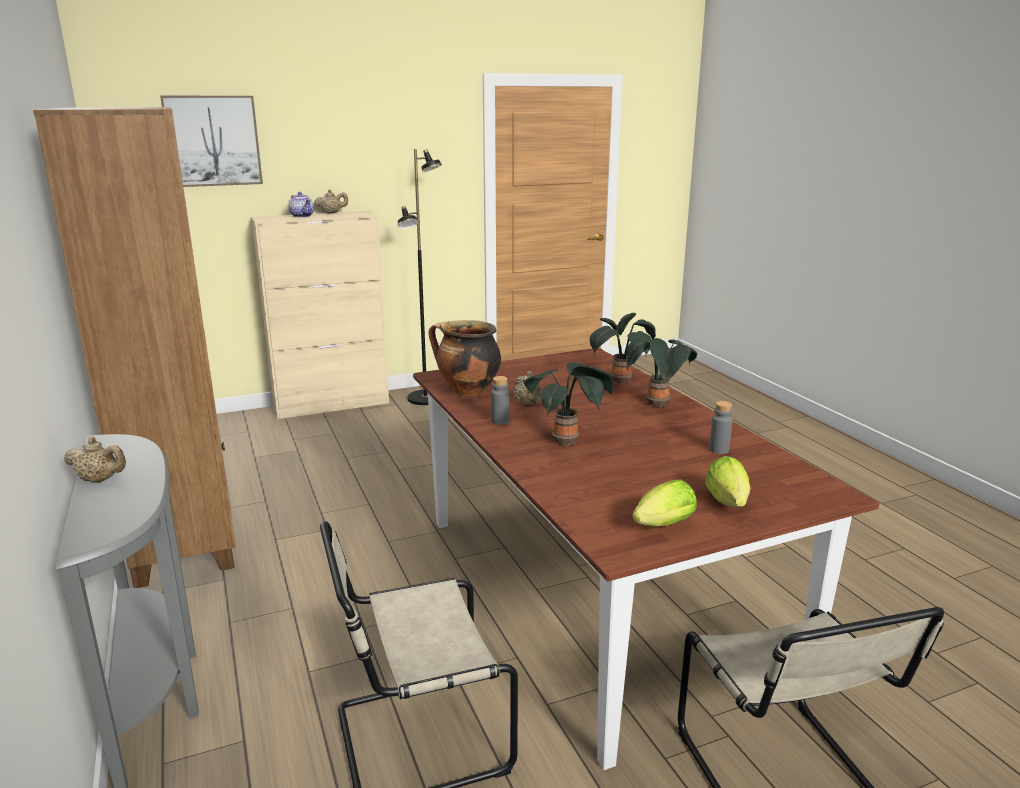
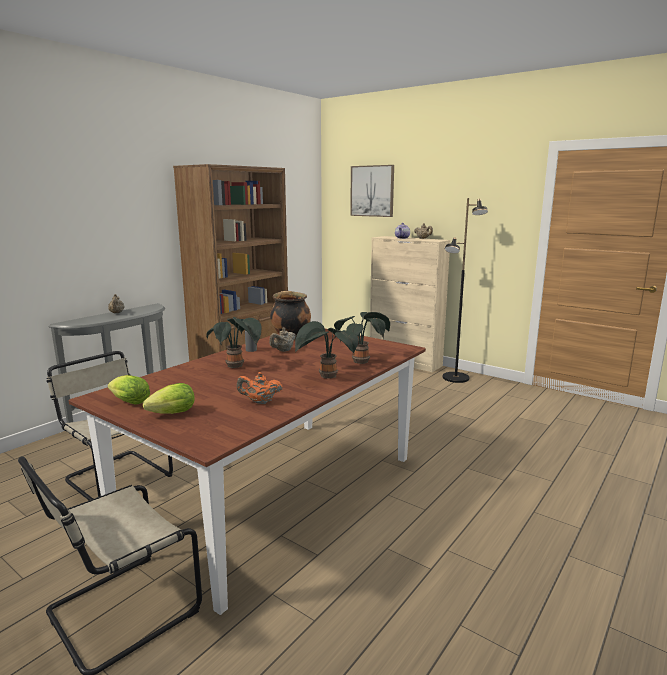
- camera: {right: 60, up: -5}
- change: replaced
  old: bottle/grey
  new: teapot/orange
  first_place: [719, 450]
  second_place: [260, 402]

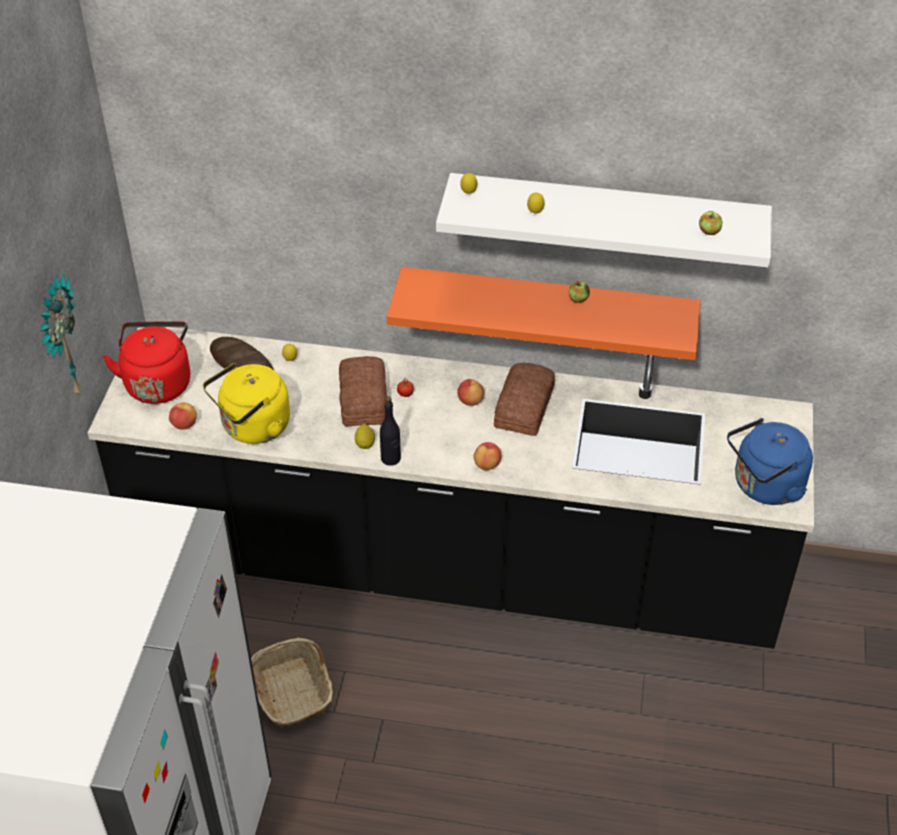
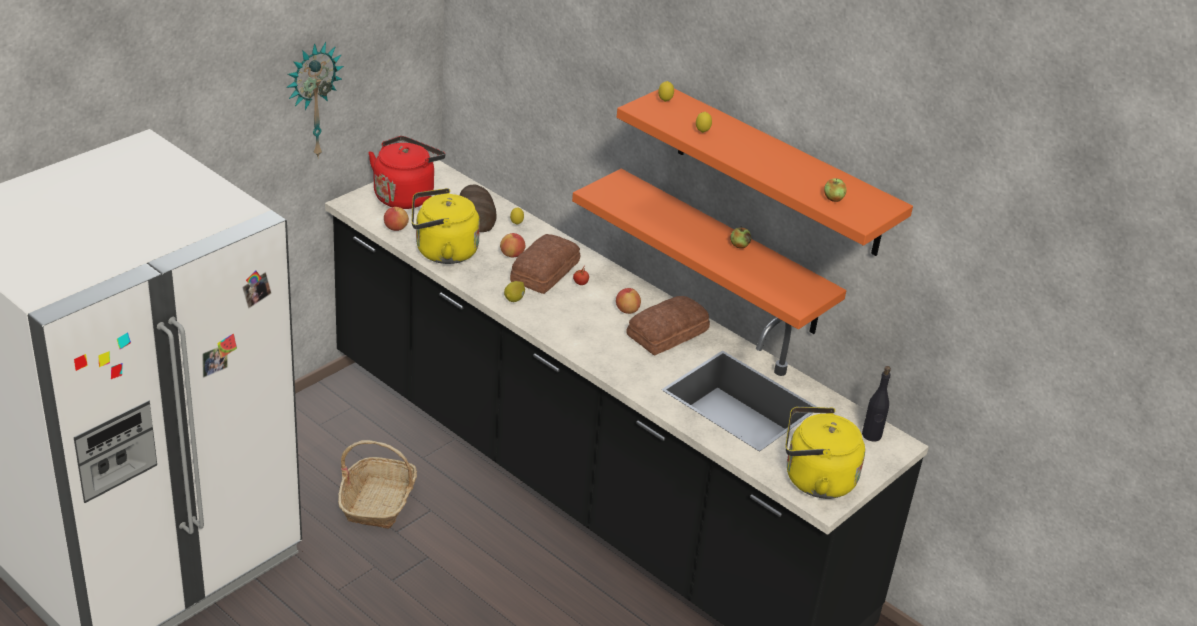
- camera: {right: 30, up: -10}
- change: moved
  old: apple
  first_place: [487, 464]
  second_place: [512, 255]
- change: recoloured
  old: shelf/white
  new: shelf/orange
  first_place: [606, 217]
  second_place: [779, 172]
- change: recoloured
  old: kettle/blue
  new: kettle/yellow
  first_place: [764, 487]
  second_place: [814, 479]
- change: moved
  old: bottle/black
  first_place: [391, 458]
  second_place: [871, 435]

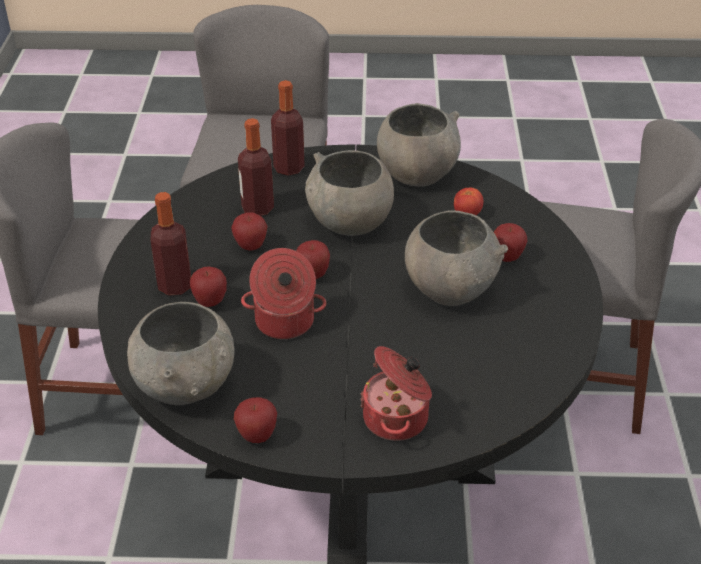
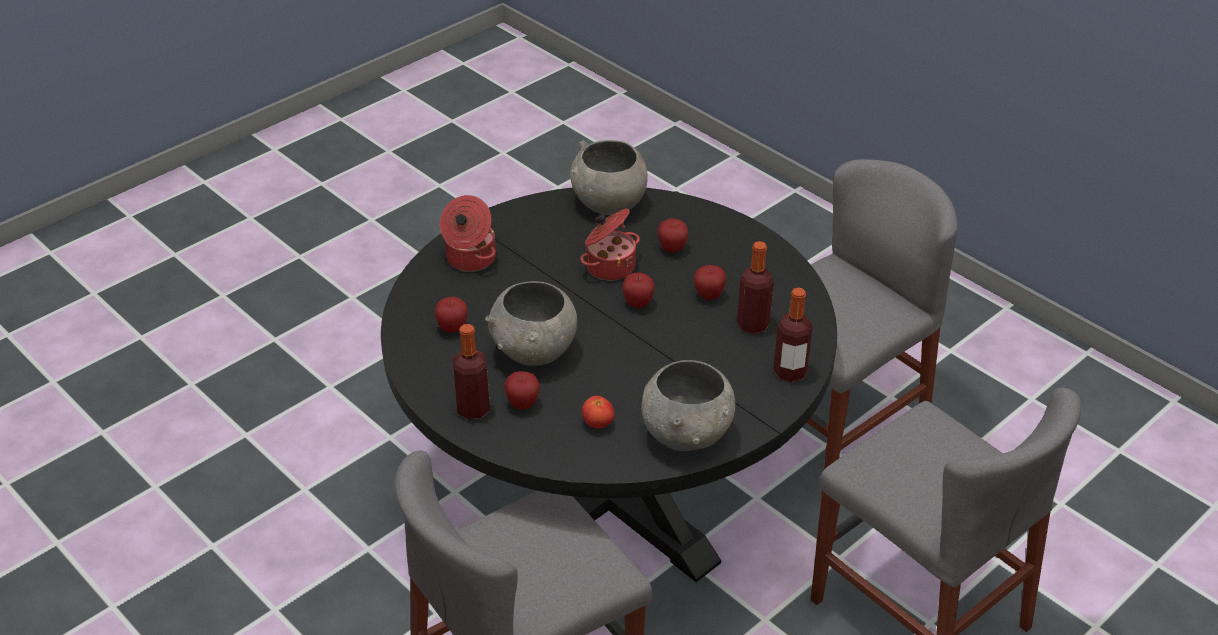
- camera: {right: 135, up: 0}
- change: moved
  old: apple
  first_place: [257, 436]
  second_place: [452, 328]
- change: moved
  old: bottle
  first_place: [175, 286]
  second_place: [473, 409]
- change: removed
  old: bowl/grey
  first_place: [349, 224]

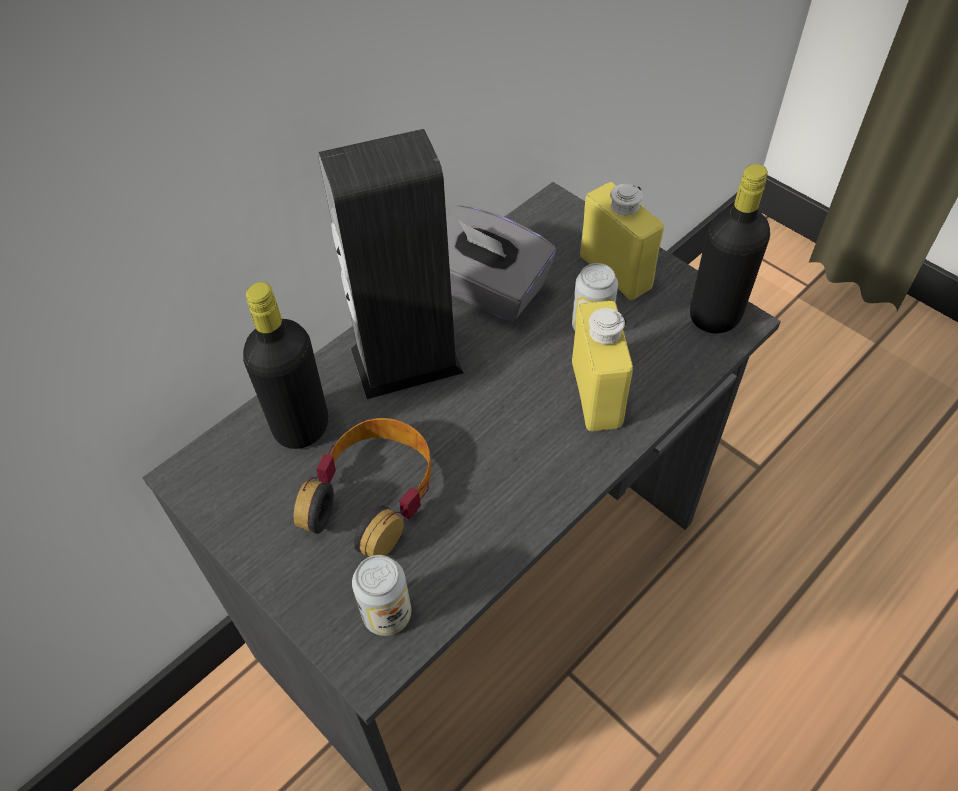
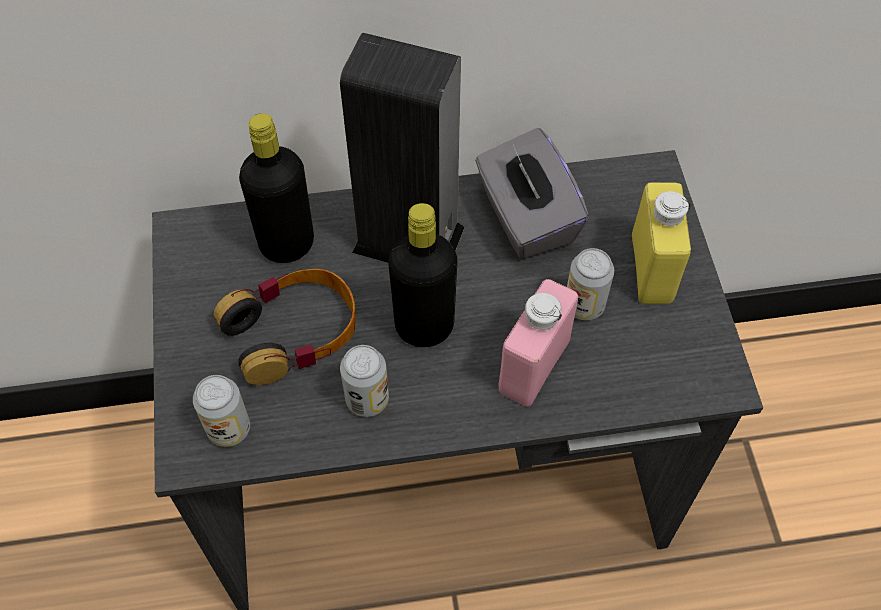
- camera: {right: 35, up: 5}
- change: added
  new: can
  second_place: [367, 399]
- change: moved
  old: bottle/black
  first_place: [714, 316]
  second_place: [424, 326]
- change: recoloured
  old: bottle/yellow
  new: bottle/pink
  first_place: [596, 395]
  second_place: [534, 366]

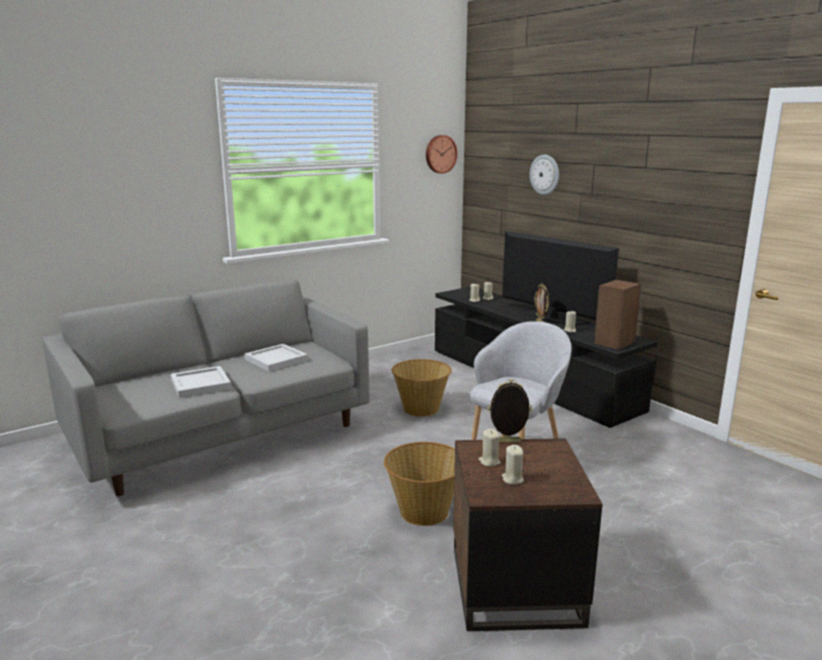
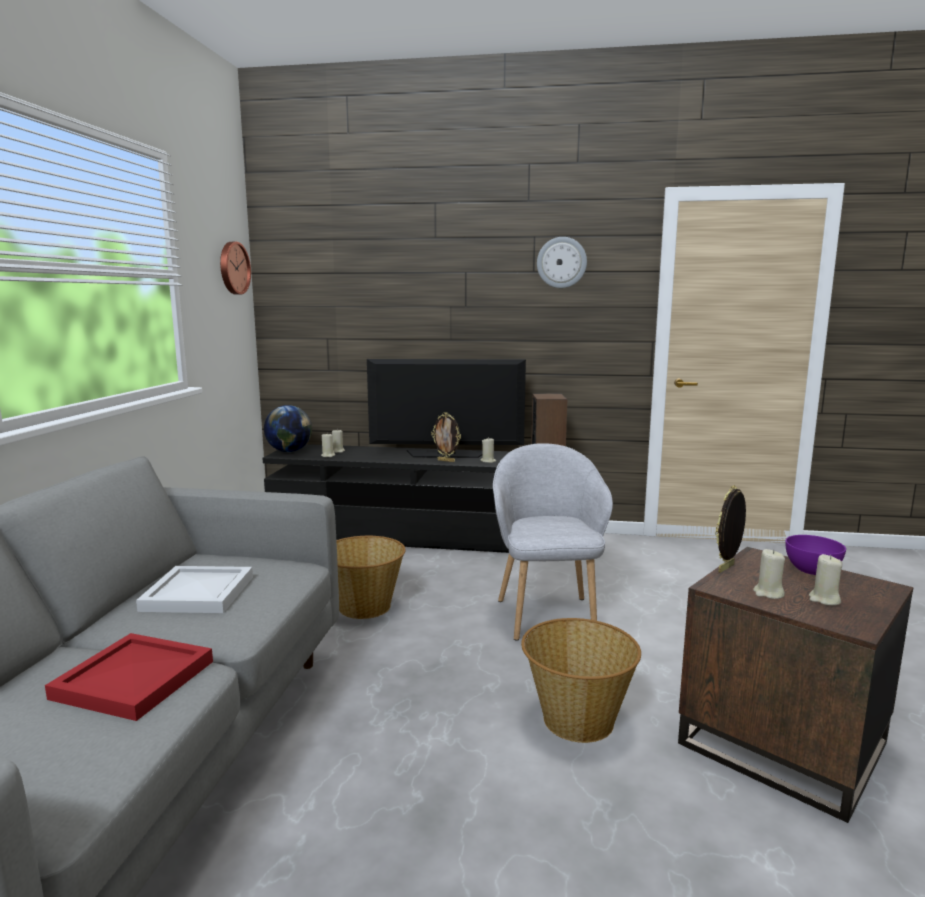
- camera: {right: -45, up: -5}
- change: recoloured
  old: tray/white
  new: tray/red
  first_place: [200, 385]
  second_place: [134, 681]
- change: added
  new: globe
  second_place: [289, 451]
- change: moved
  old: wall clock
  first_place: [545, 174]
  second_place: [561, 262]
- change: added
  new: bowl/purple
  second_place: [811, 571]

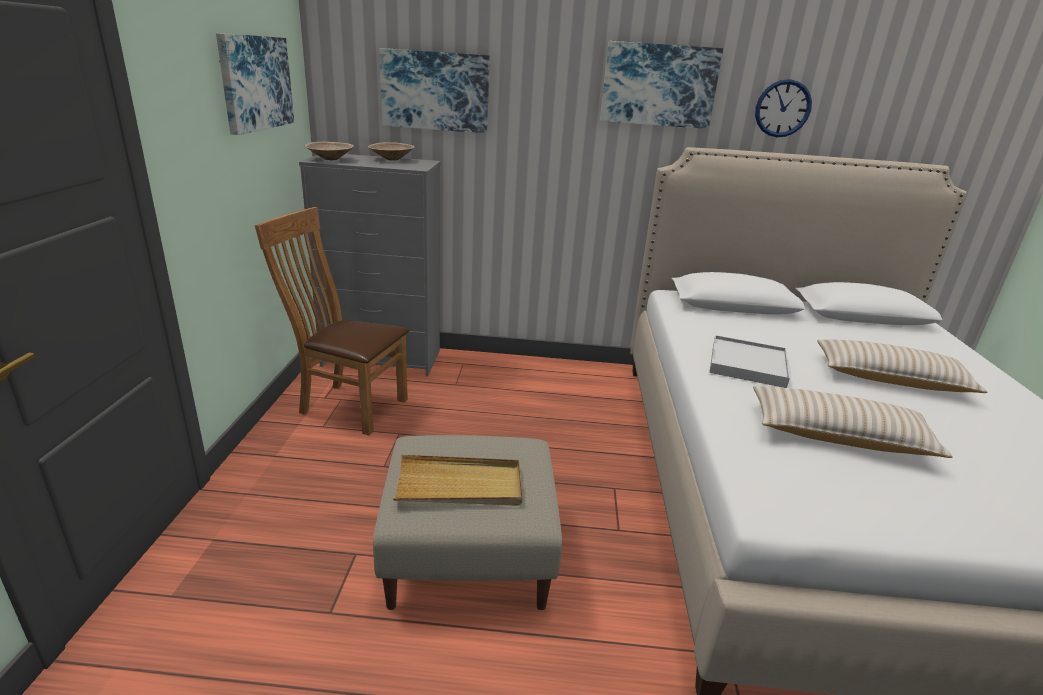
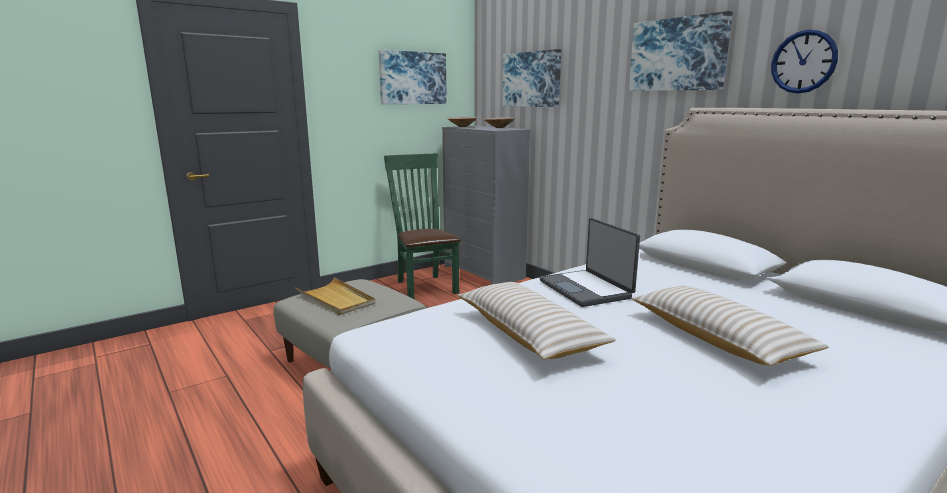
- camera: {right: 50, up: -10}
- change: recoloured
  old: chair/brown
  new: chair/green
  first_place: [348, 405]
  second_place: [424, 286]
- change: replaced
  old: tray/white
  new: laptop
  first_place: [747, 365]
  second_place: [586, 289]

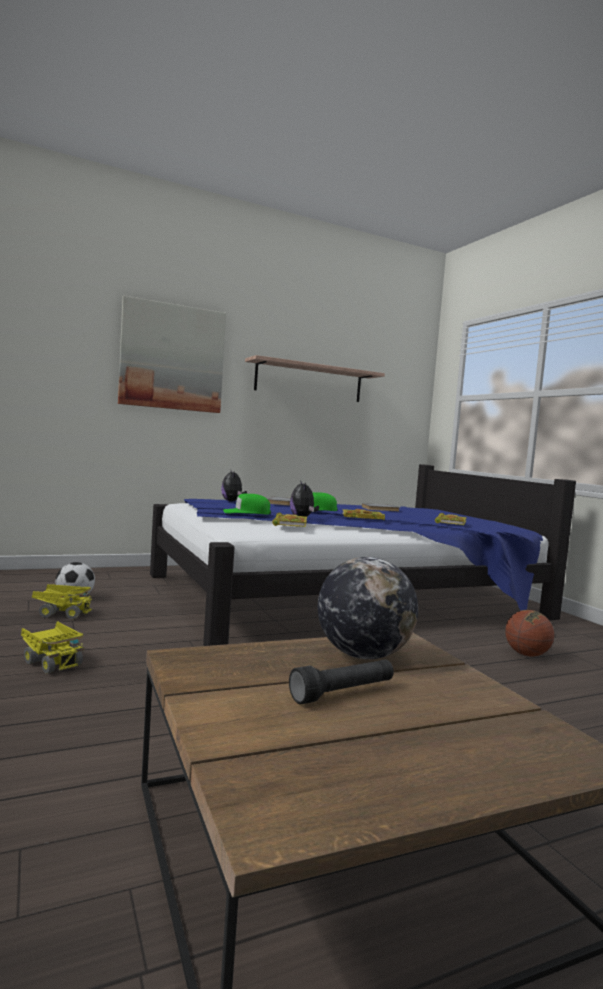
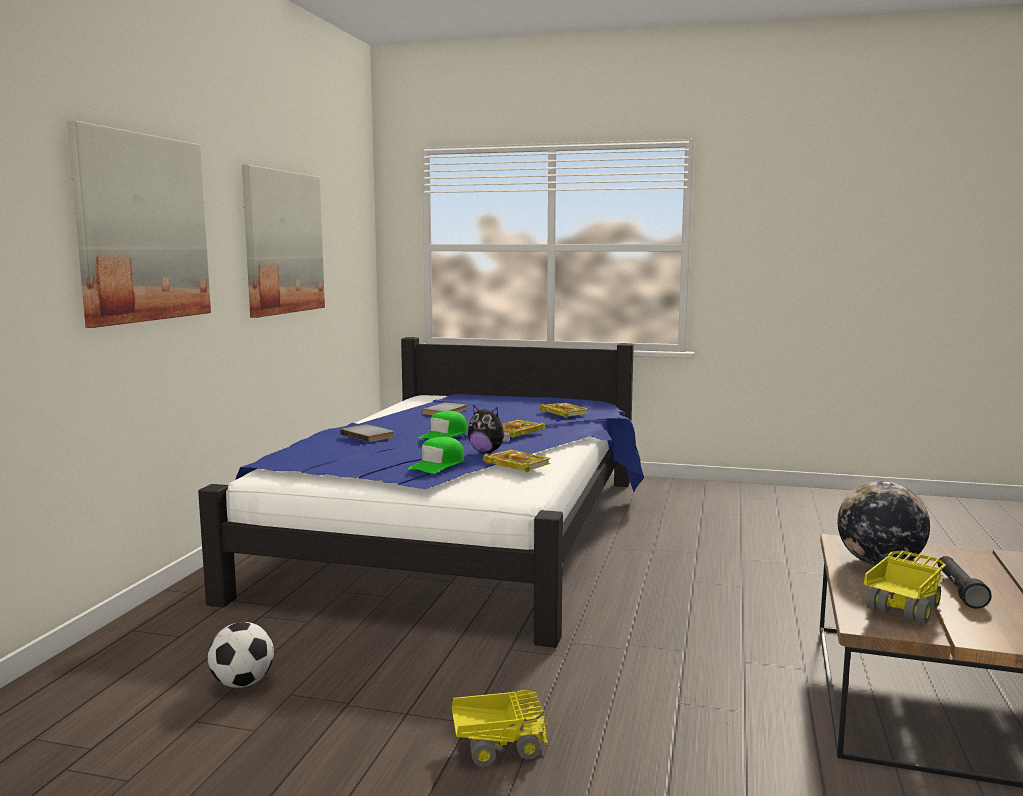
- camera: {right: -50, up: 5}
- change: replaced
  old: shelf
  new: picture
  first_place: [309, 381]
  second_place: [283, 242]
- change: moved
  old: toy truck
  first_place: [62, 613]
  second_place: [902, 609]
- change: removed
  old: plush toy
  first_place: [232, 501]
- change: removed
  old: basketball
  first_place: [526, 654]

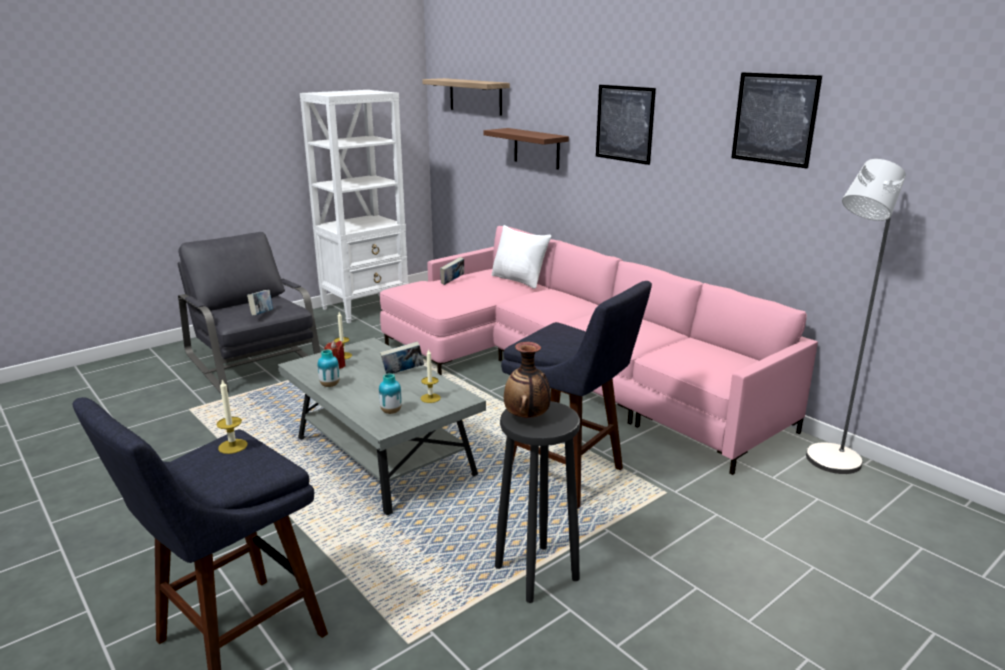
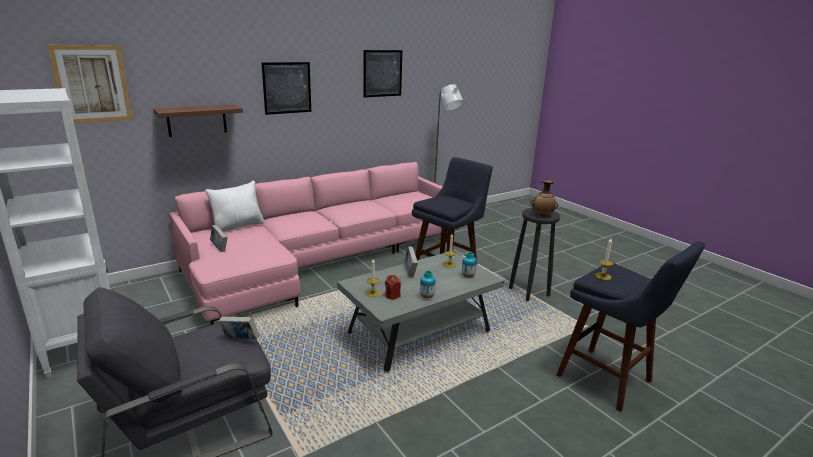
- camera: {right: -85, up: 0}
- change: replaced
  old: shelf
  new: picture
  first_place: [475, 96]
  second_place: [92, 84]

